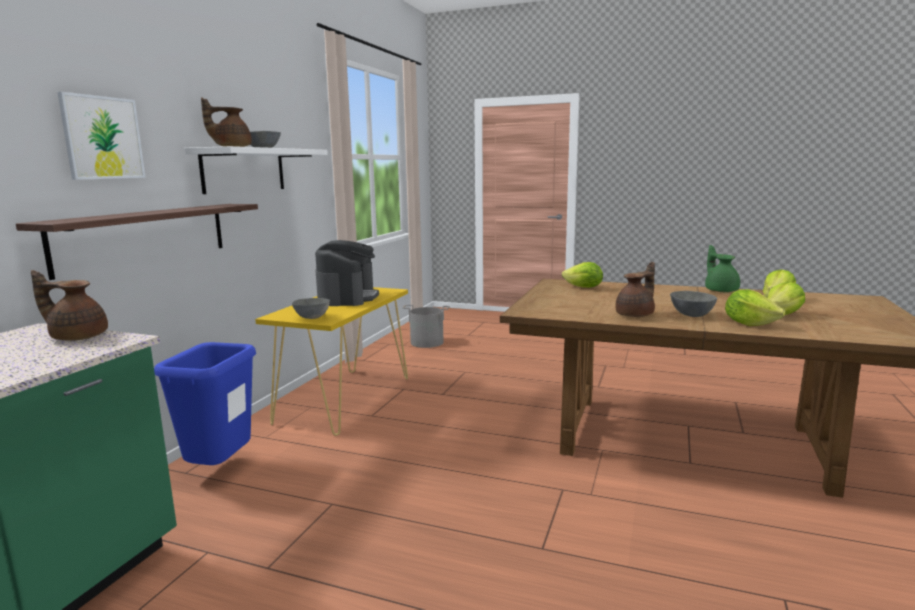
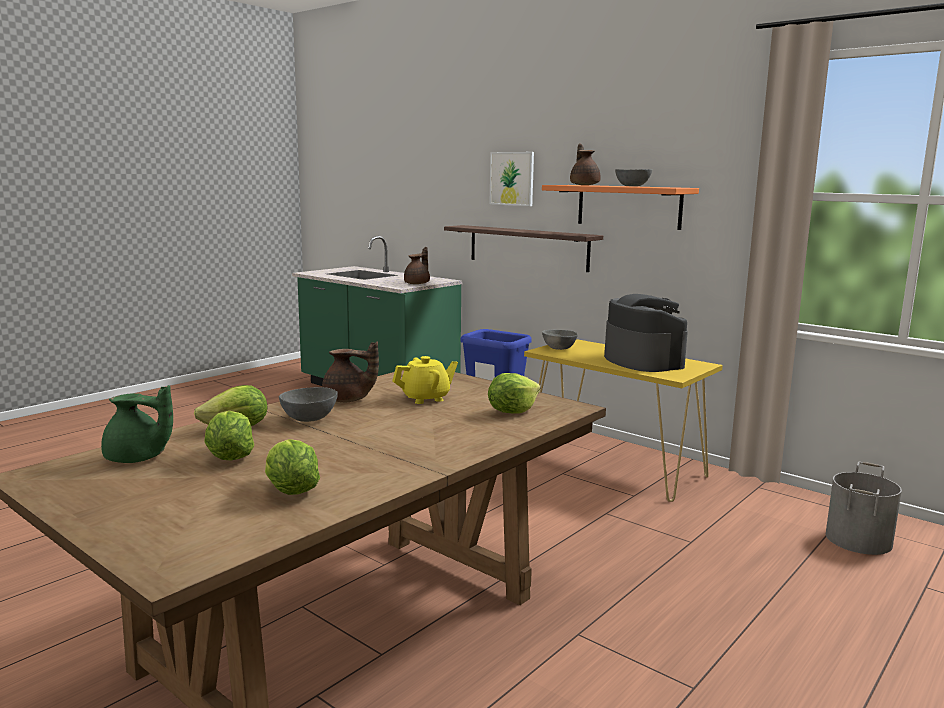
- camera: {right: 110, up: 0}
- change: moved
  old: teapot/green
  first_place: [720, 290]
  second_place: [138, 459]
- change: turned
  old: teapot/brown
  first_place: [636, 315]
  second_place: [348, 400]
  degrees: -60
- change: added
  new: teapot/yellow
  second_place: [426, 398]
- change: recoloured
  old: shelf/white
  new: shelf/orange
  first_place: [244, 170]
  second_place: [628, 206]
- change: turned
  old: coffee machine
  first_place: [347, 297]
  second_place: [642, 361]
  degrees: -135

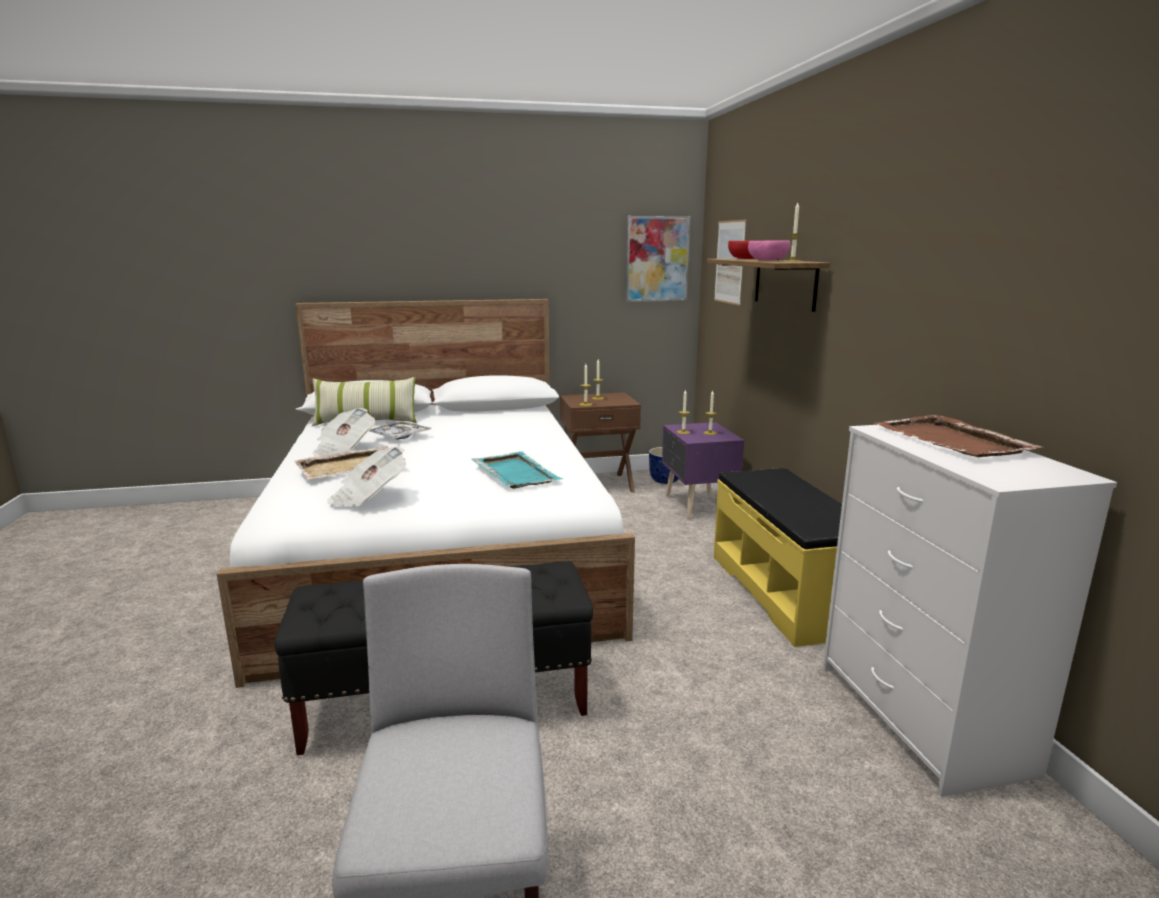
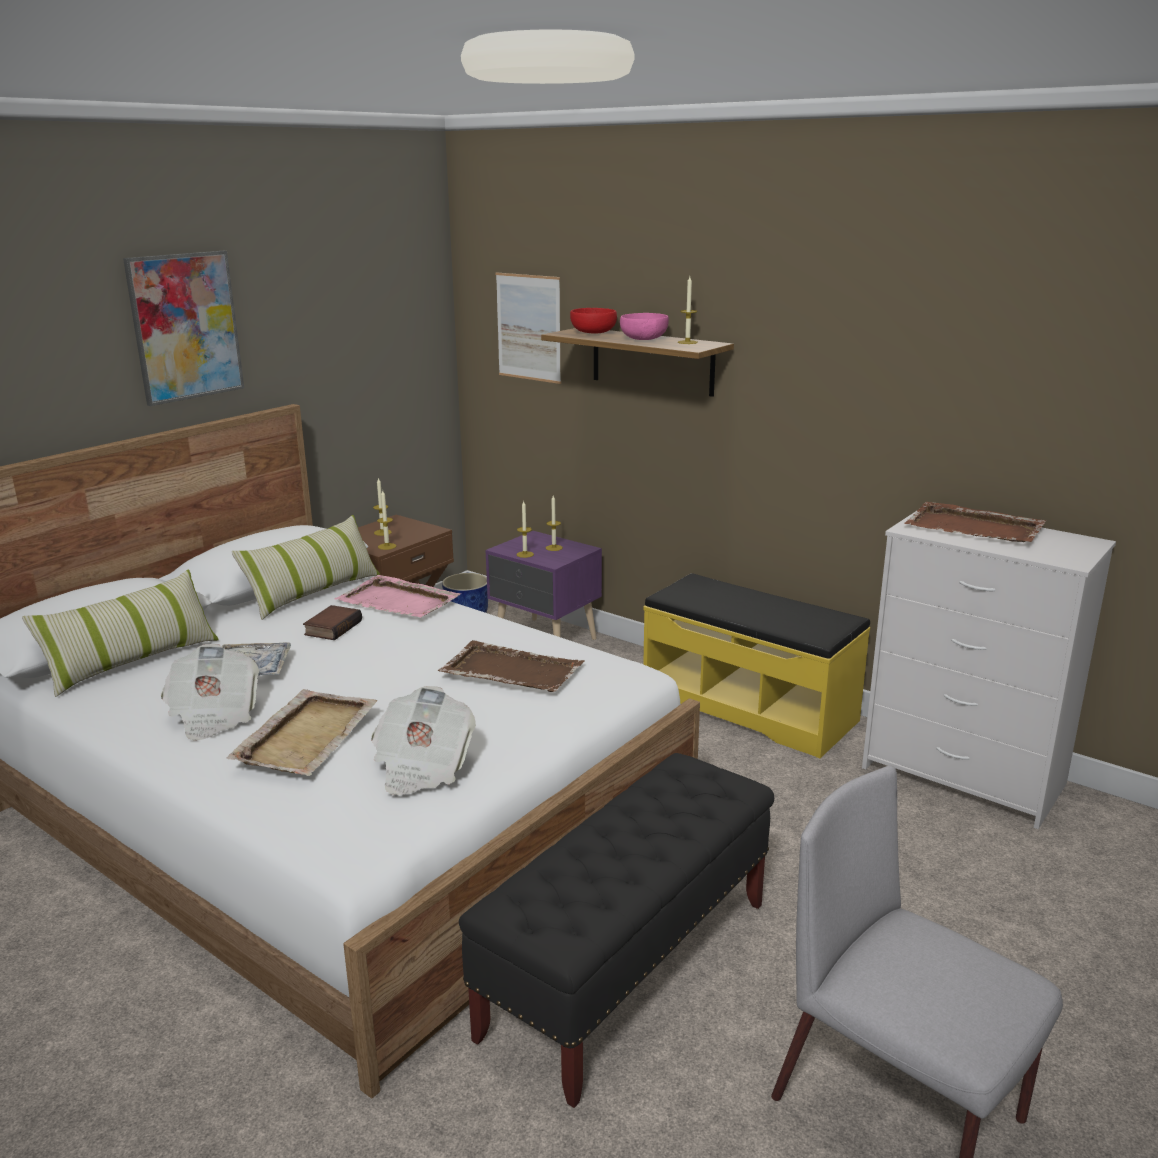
- camera: {right: -40, up: 5}
- change: moved
  old: picture
  first_place: [657, 259]
  second_place: [185, 326]
- change: added
  new: pillow
  second_place: [313, 593]
- change: added
  new: book
  second_place: [332, 627]
- change: added
  new: tray/pink
  second_place: [399, 601]
- change: recoloured
  old: tray/turquoise
  new: tray/brown
  first_place: [515, 472]
  second_place: [510, 671]

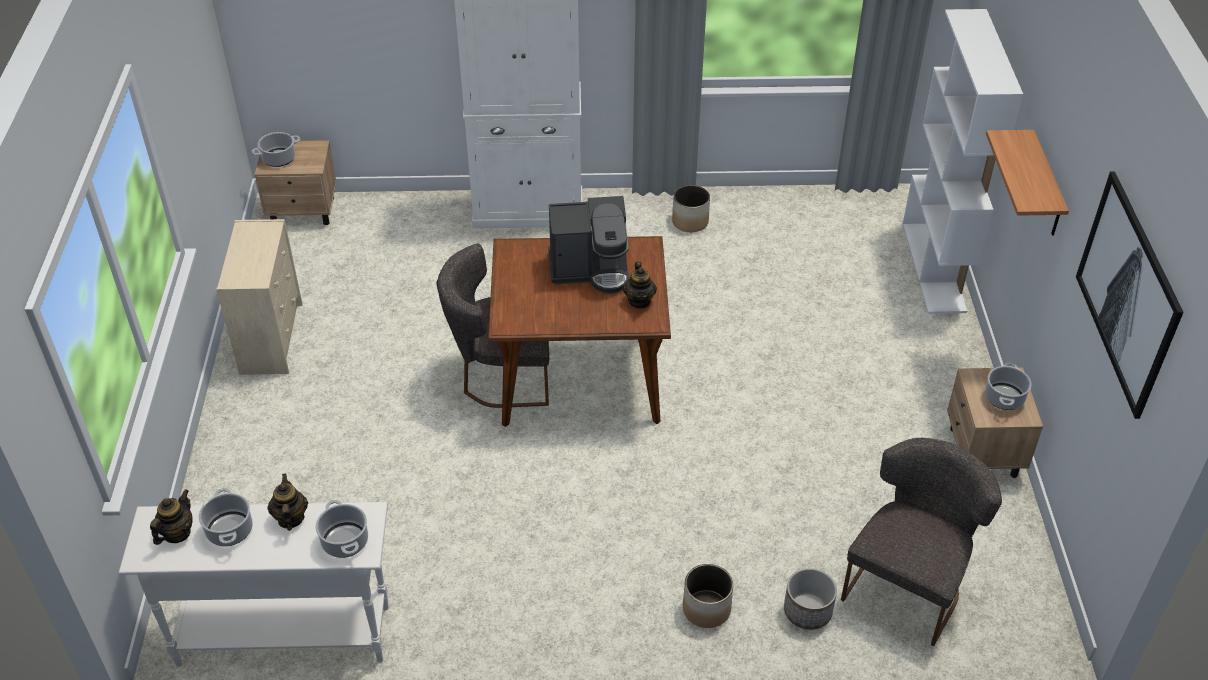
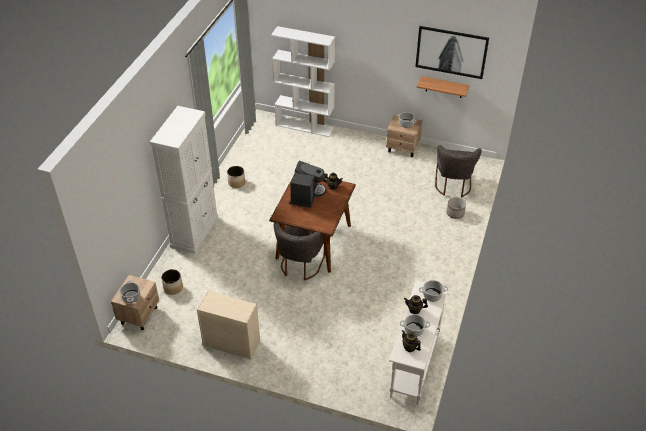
- camera: {right: -70, up: 0}
- change: moved
  old: planter
  first_place: [706, 609]
  second_place: [173, 288]
- change: moved
  old: shelf
  first_place: [1046, 186]
  second_place: [444, 87]
- change: turned
  old: chair/grey
  first_place: [908, 585]
  second_place: [453, 186]
  degrees: -135

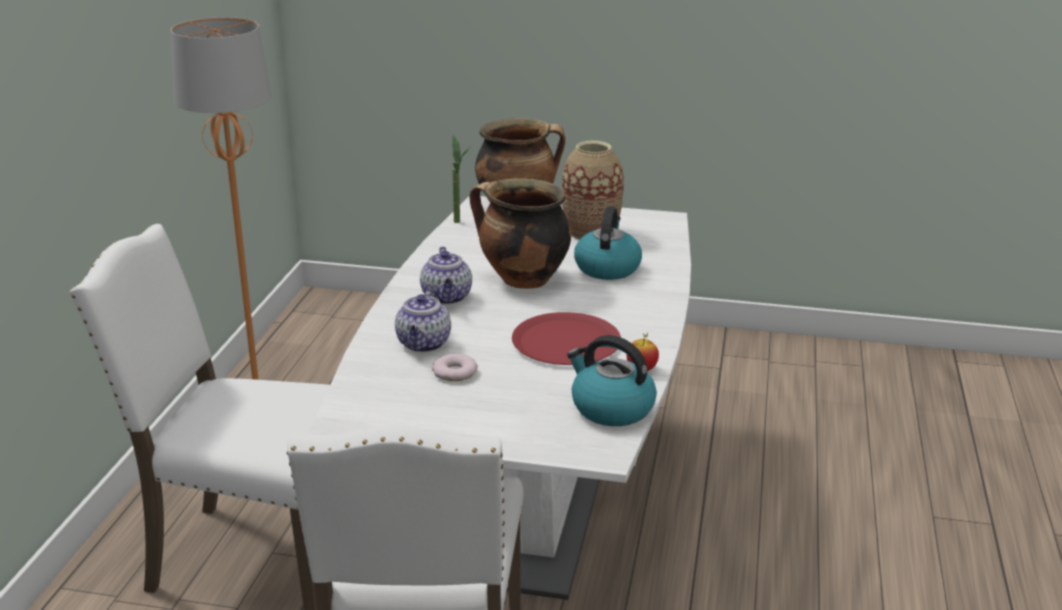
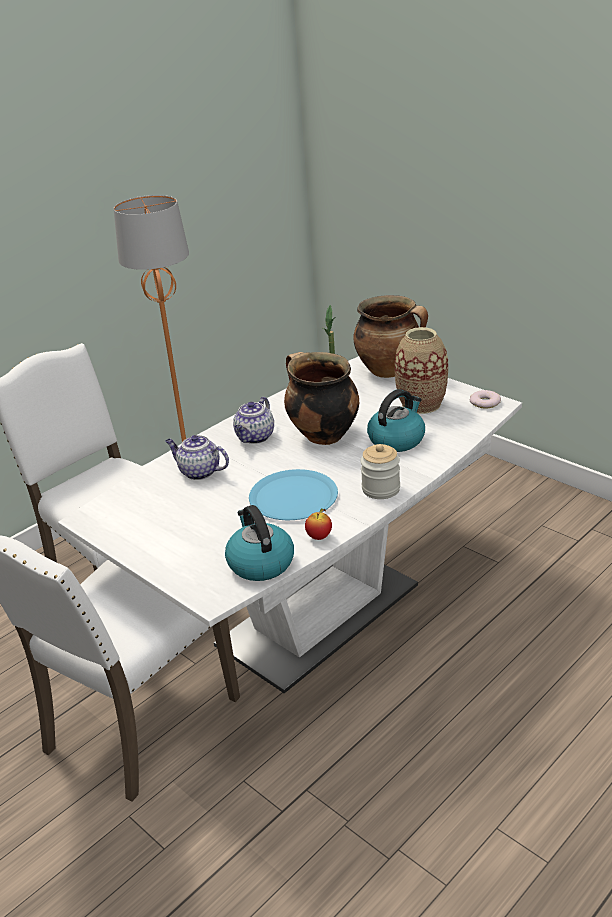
- camera: {right: 35, up: 5}
- change: turned
  old: teapot
  first_place: [424, 344]
  second_place: [198, 472]
  degrees: 75
- change: recoloured
  old: plate/red
  new: plate/blue
  first_place: [566, 341]
  second_place: [293, 497]
- change: added
  new: jar
  second_place: [381, 489]
- change: moved
  old: donut
  first_place: [454, 372]
  second_place: [485, 402]

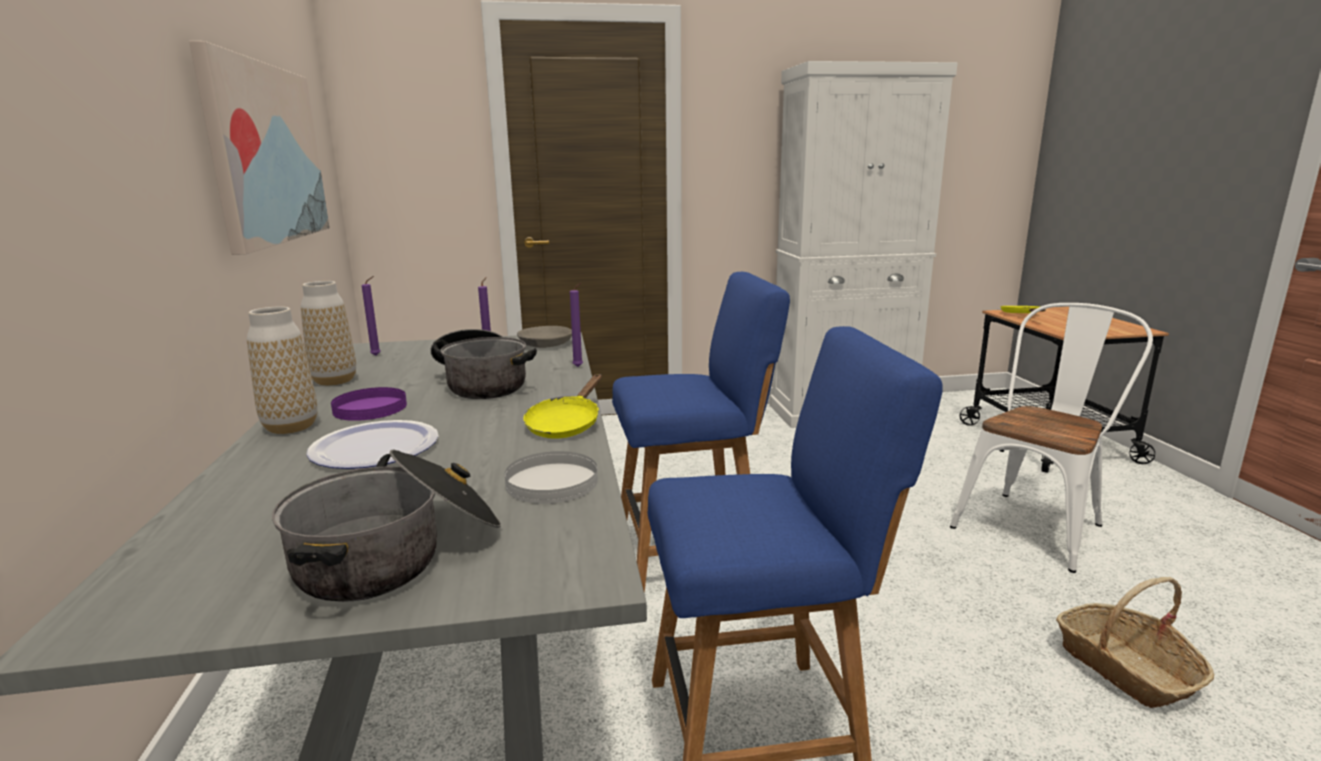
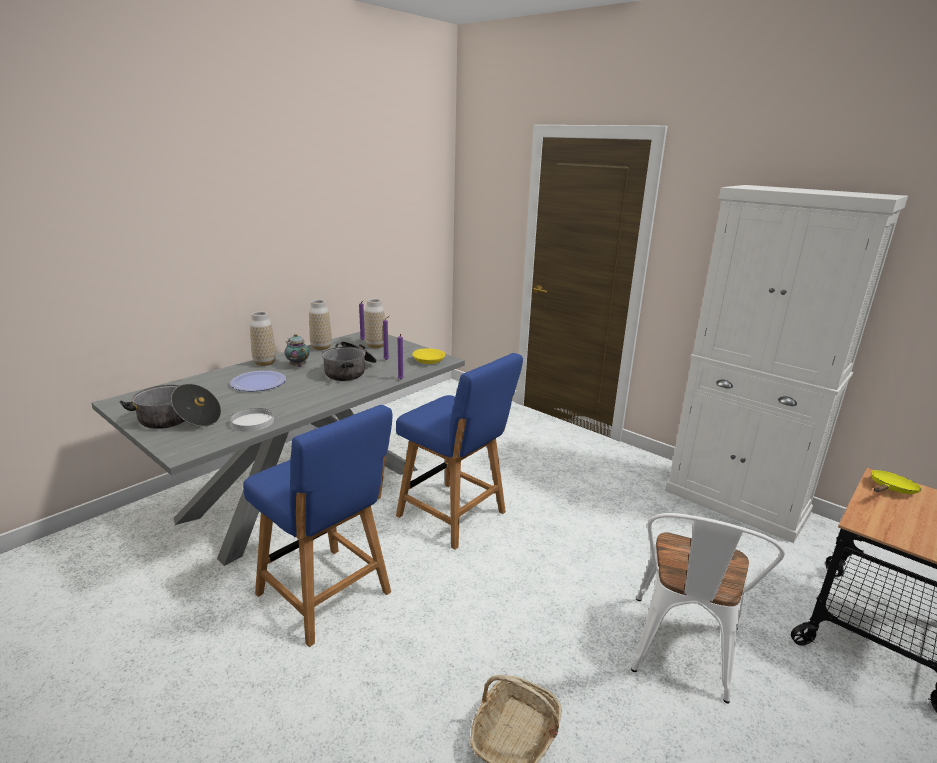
- camera: {right: 50, up: 5}
- change: replaced
  old: plate/purple
  new: teapot
  first_place: [370, 408]
  second_place: [298, 365]
- change: added
  new: vase
  second_place: [375, 346]
- change: recoloured
  old: bowl/grey
  new: bowl/yellow
  first_place: [545, 344]
  second_place: [428, 361]
- change: turned
  old: chair/white
  first_place: [1035, 523]
  second_place: [681, 654]
  degrees: 105
- change: removed
  old: picture
  first_place: [266, 154]
- change: removed
  old: frying pan/yellow
  first_place: [566, 424]

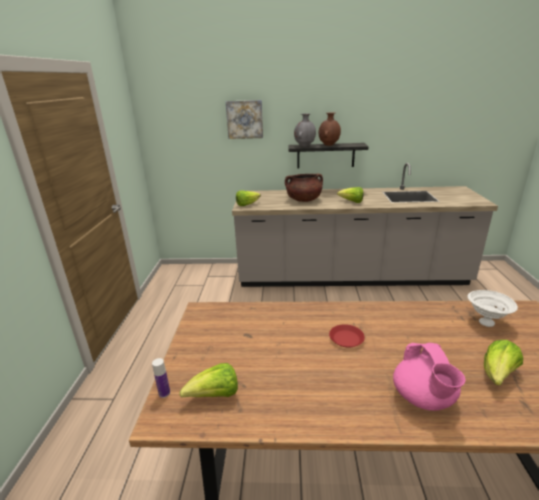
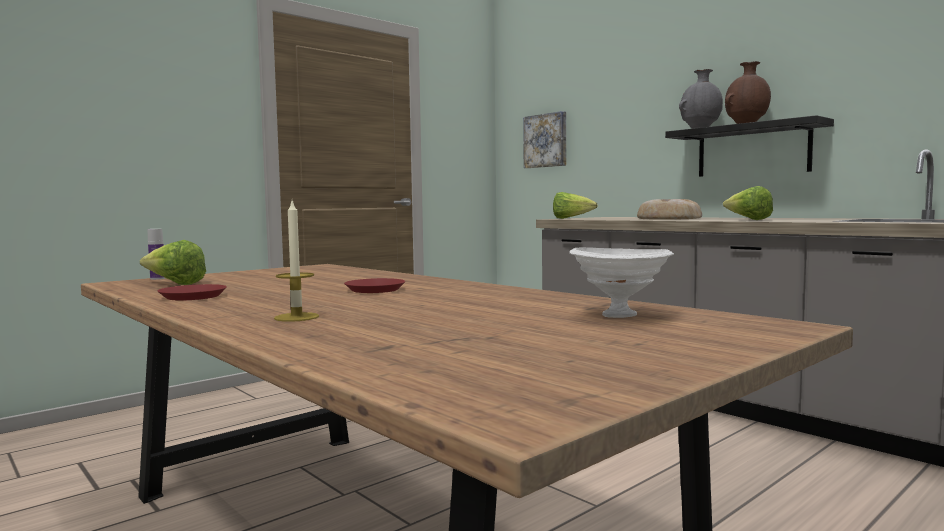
- camera: {right: 45, up: -20}
- change: added
  new: plate/red
  second_place: [192, 297]
- change: replaced
  old: teapot/pink
  new: candle
  first_place: [423, 398]
  second_place: [296, 317]
- change: moved
  old: picture
  first_place: [245, 119]
  second_place: [546, 140]
- change: replaced
  old: cooking pot/brown
  new: bread
  first_place: [304, 200]
  second_place: [668, 218]
- change: removed
  old: lettuce
  first_place: [498, 374]

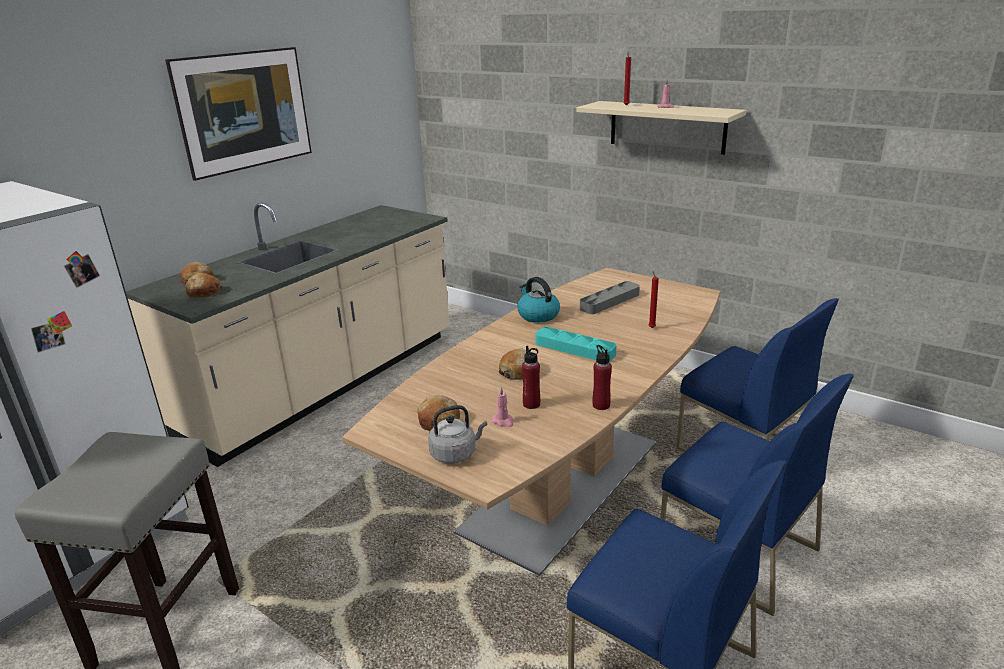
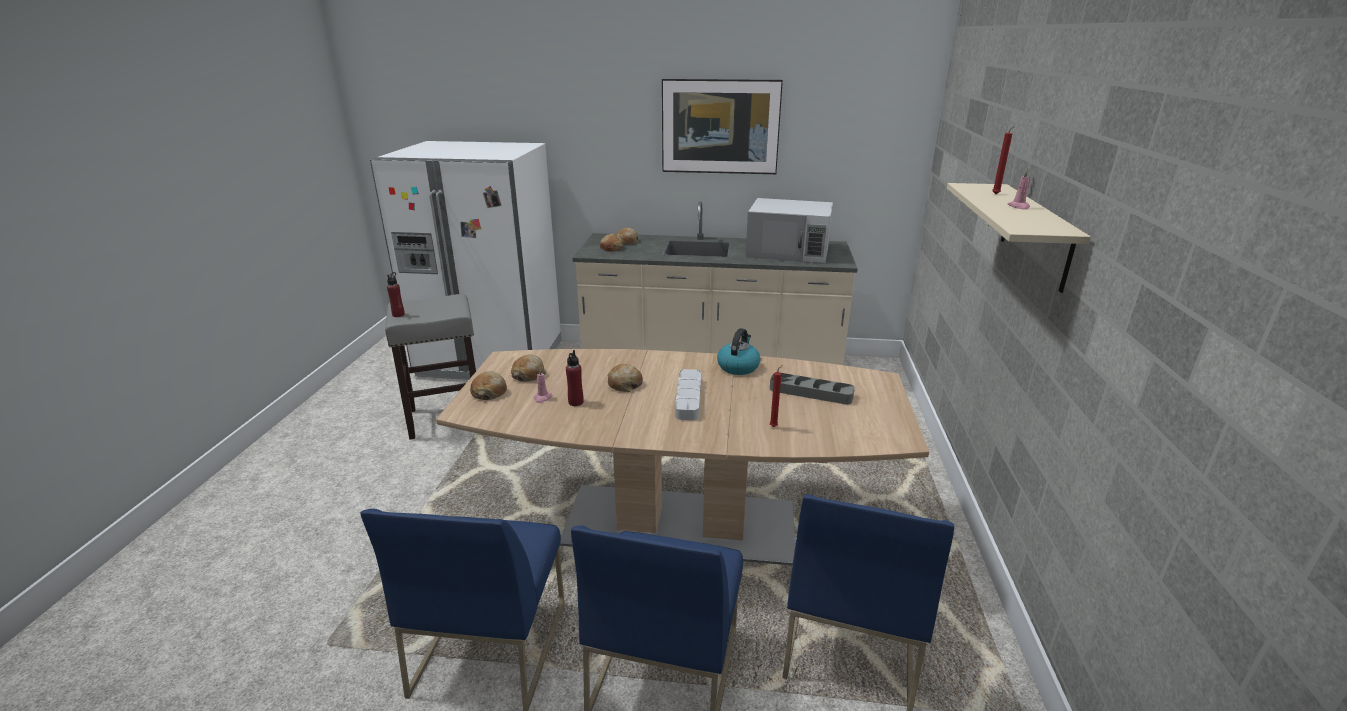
- camera: {right: 60, up: 0}
- change: moved
  old: bottle/red
  first_place: [601, 405]
  second_place: [398, 314]
- change: replaced
  old: kettle/grey
  new: bread
  first_place: [455, 454]
  second_place: [489, 392]
- change: recoloured
  old: tray/turquoise
  new: tray/grey
  first_place: [574, 348]
  second_place: [688, 398]
- change: added
  new: microwave/white
  second_place: [788, 251]

